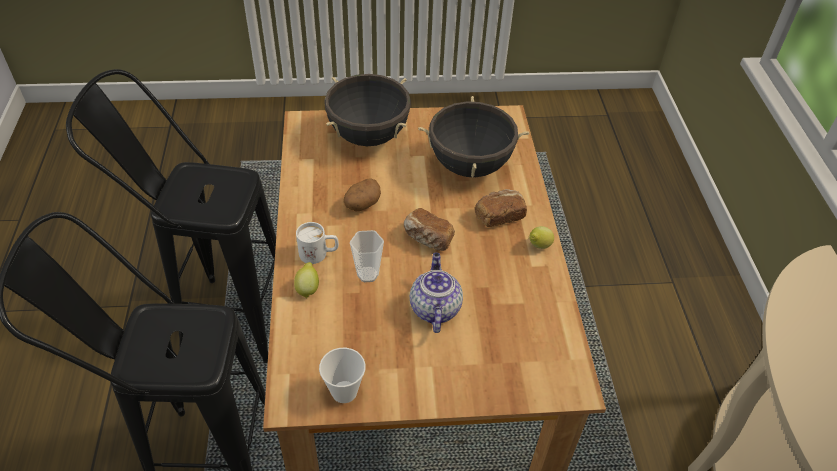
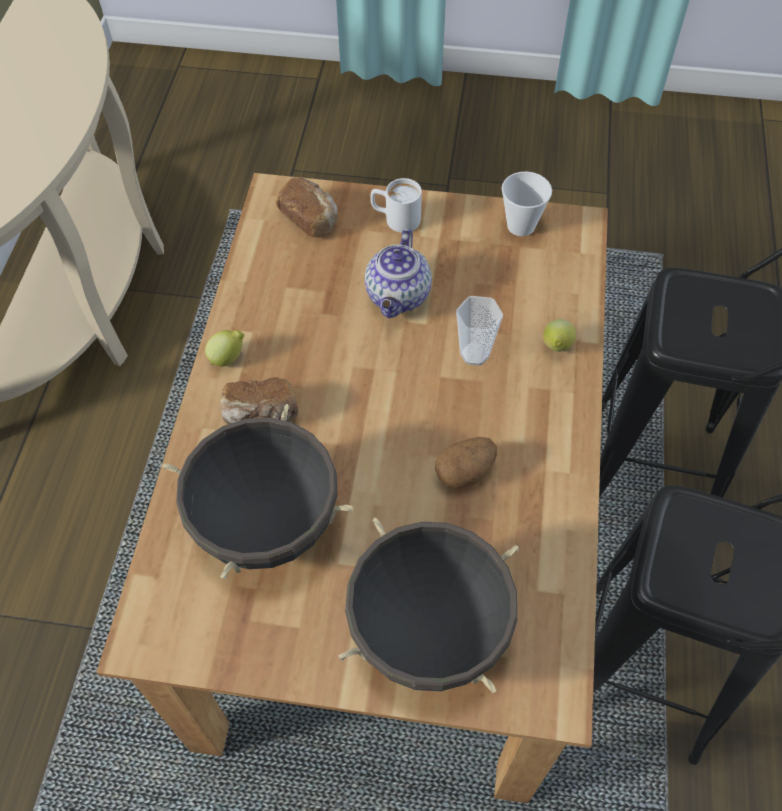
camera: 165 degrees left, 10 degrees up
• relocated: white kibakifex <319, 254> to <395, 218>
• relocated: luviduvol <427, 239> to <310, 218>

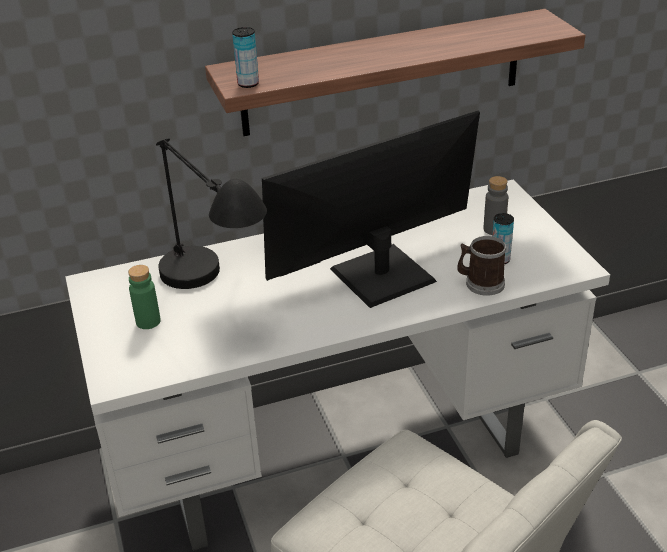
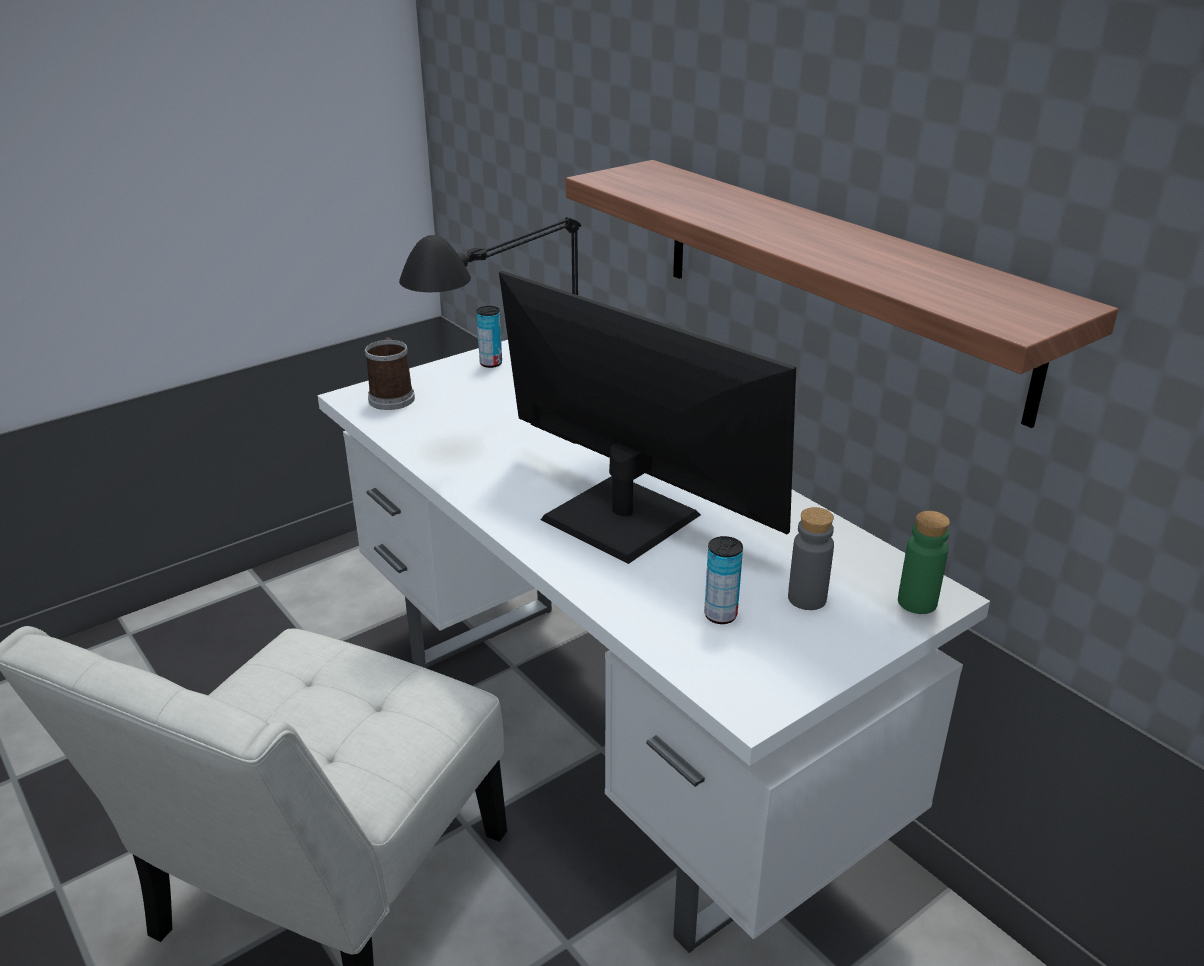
camera: 70 degrees right, 5 degrees down
• relocated: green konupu <148, 321> to <917, 602>
• relocated: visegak <248, 84> to <491, 363>
• relocated: kibakifex <480, 283> to <392, 397>

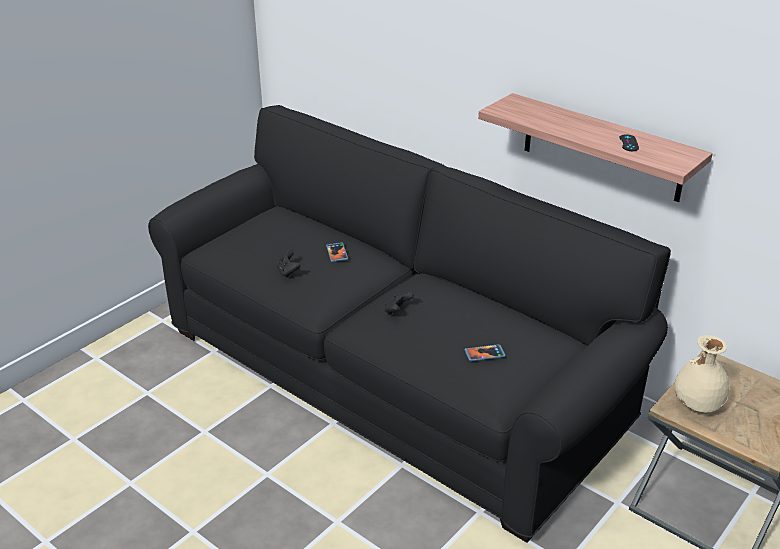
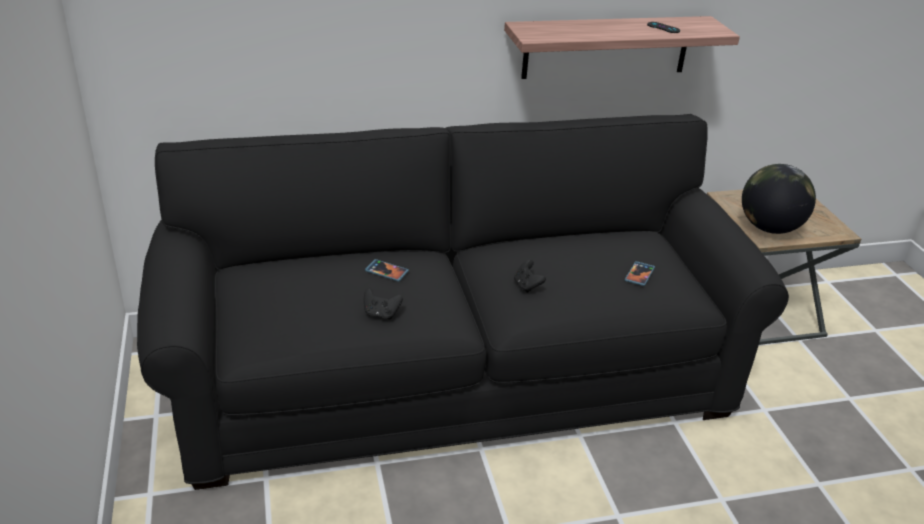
camera: 55 degrees left, 0 degrees up
• exchanged: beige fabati <697, 405> to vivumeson <769, 228>

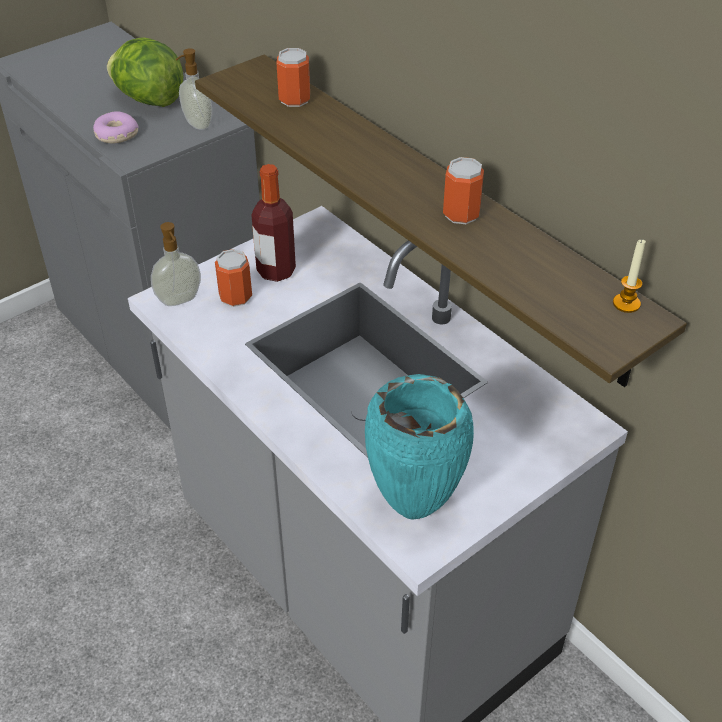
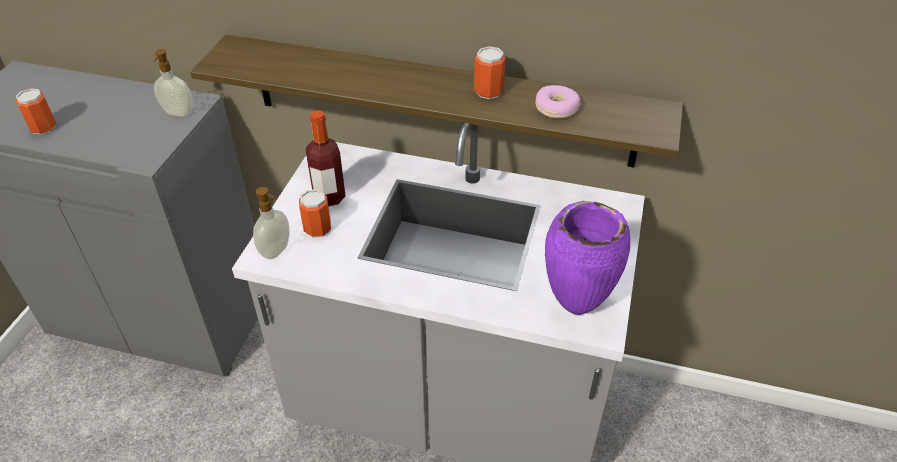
camera: 35 degrees left, 0 degrees up
• missing: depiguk <149, 100>
• missing: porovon <626, 303>
• relocated: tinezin <116, 135> to <556, 109>
• relocated: visegak <294, 99> to <43, 127>
• colour: turquoise fabati <415, 507> to purple fabati <575, 306>

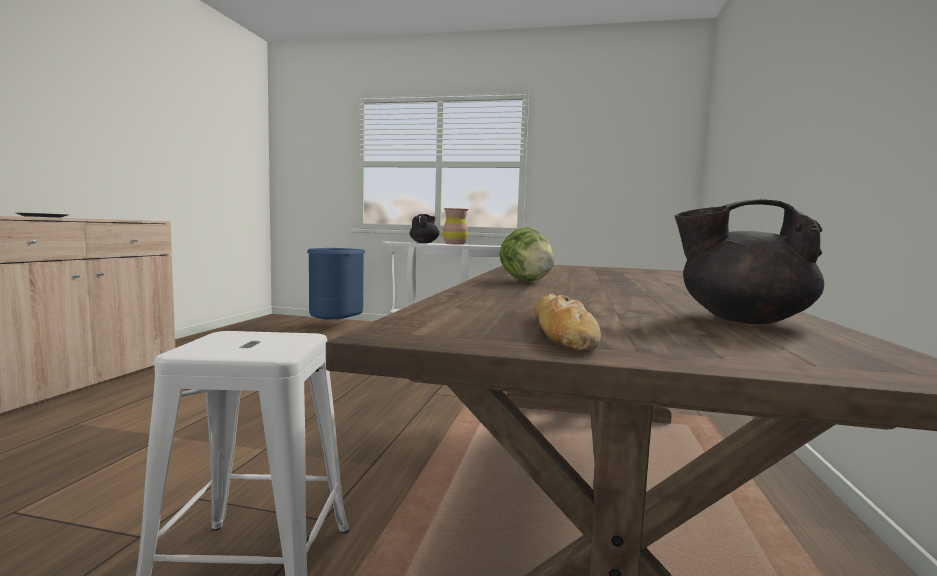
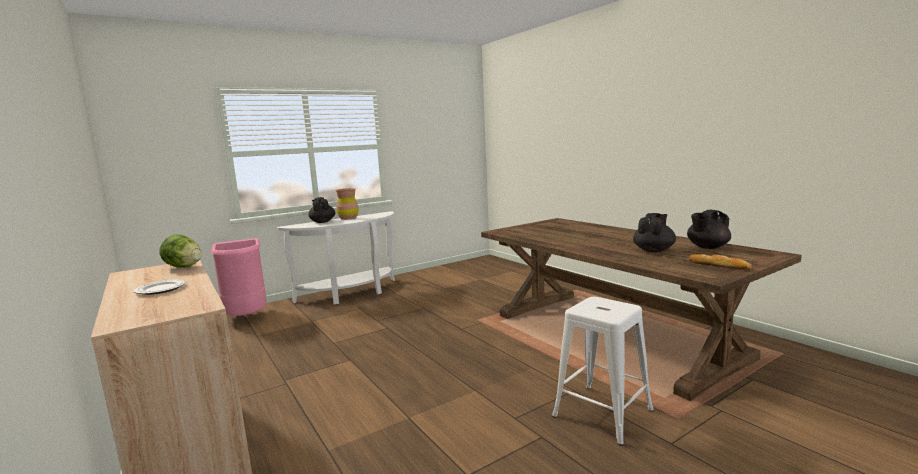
camera: 45 degrees left, 5 degrees up
• appeared: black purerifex <654, 250>
• relocated: depiguk <527, 281> to <184, 267>
• colour: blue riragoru <335, 325> to pink riragoru <247, 317>

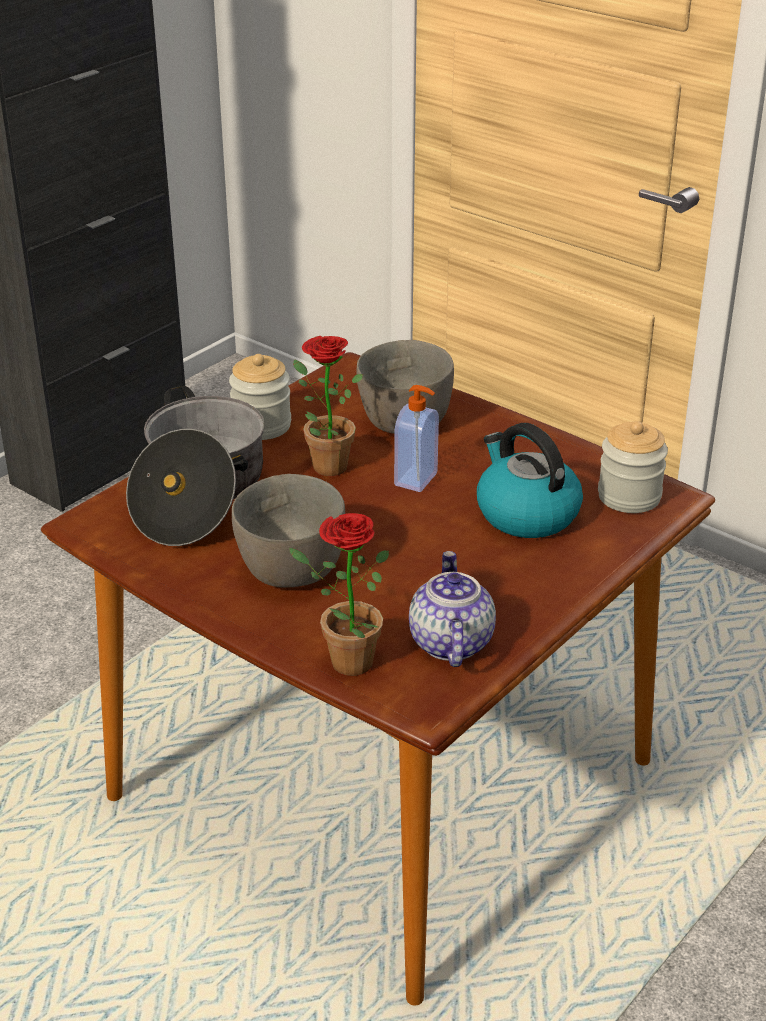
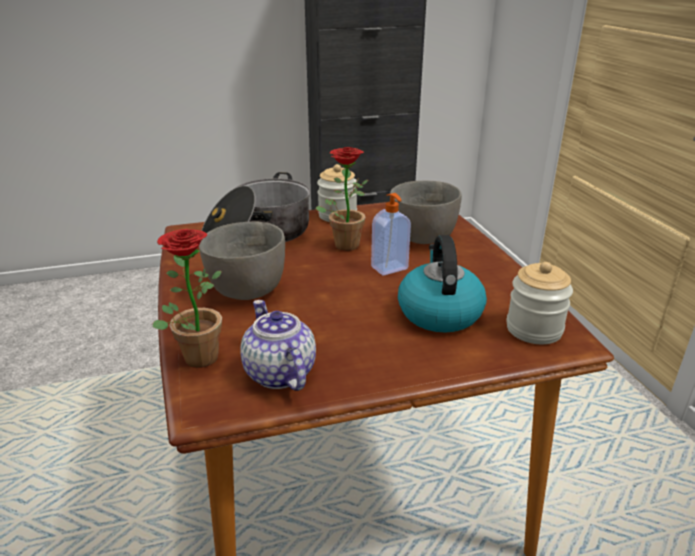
camera: 35 degrees right, 5 degrees down
• spun: purerifex <449, 642> = <278, 373> 60 degrees counterclockwise

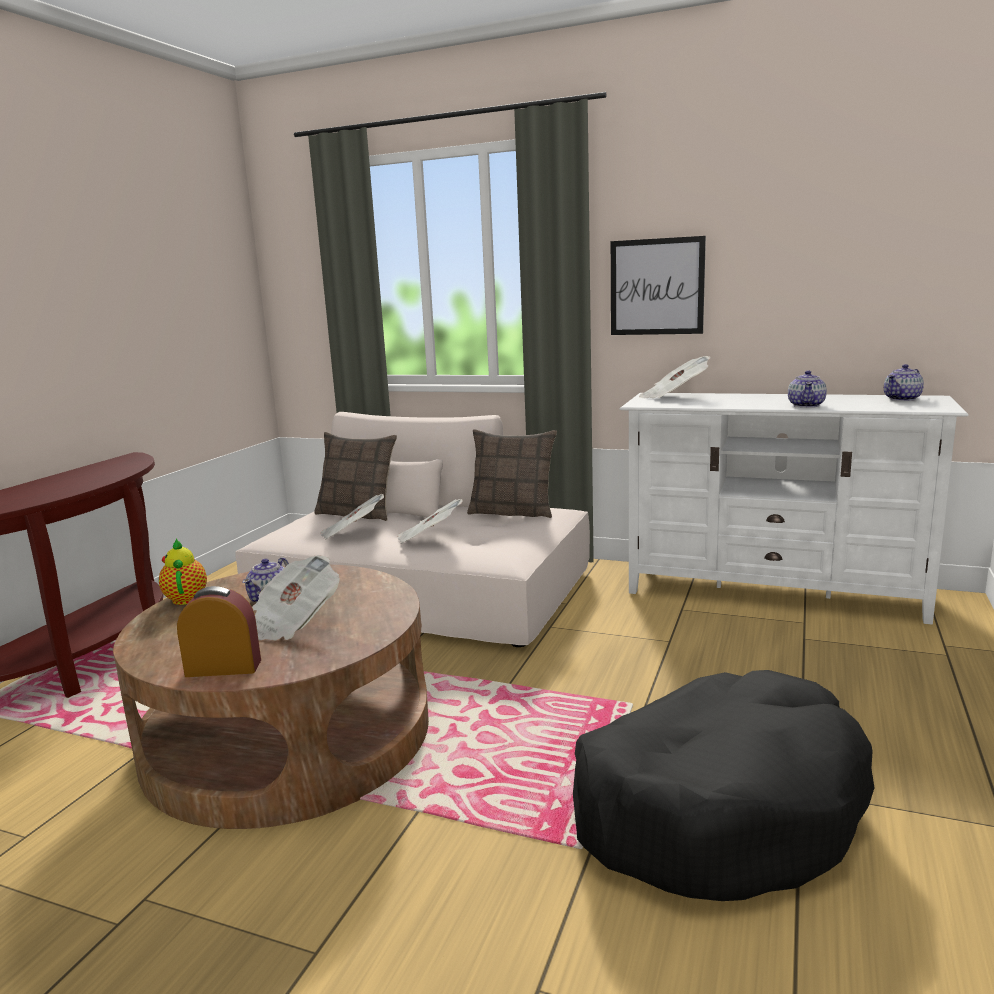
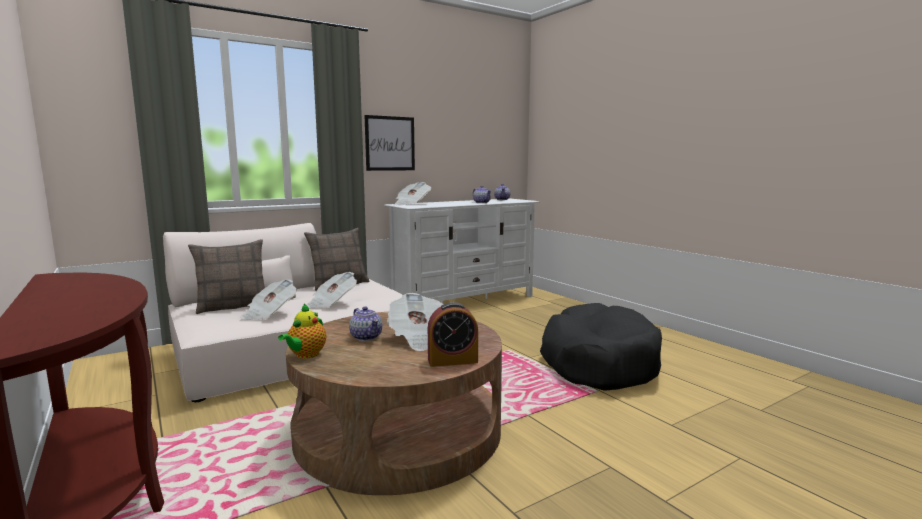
camera: 55 degrees left, 5 degrees down
• spun: purerifex <186, 598> = <305, 355> 90 degrees counterclockwise
• spun: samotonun <223, 668> = <452, 361> 135 degrees counterclockwise

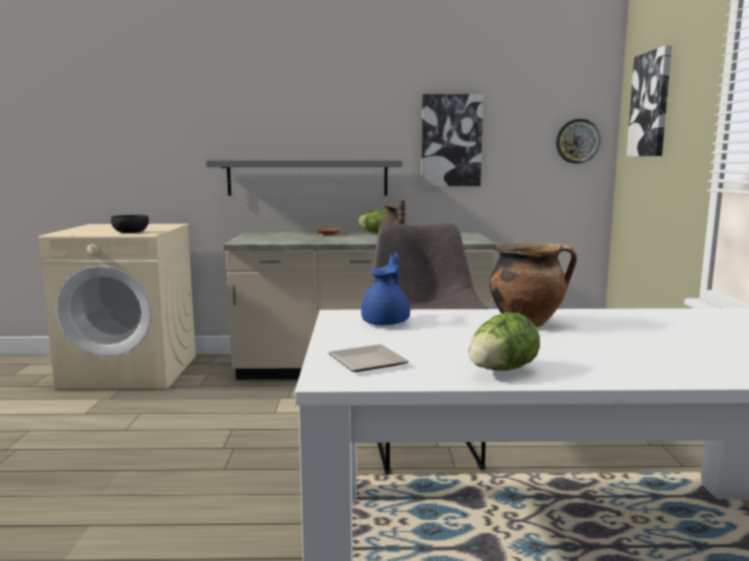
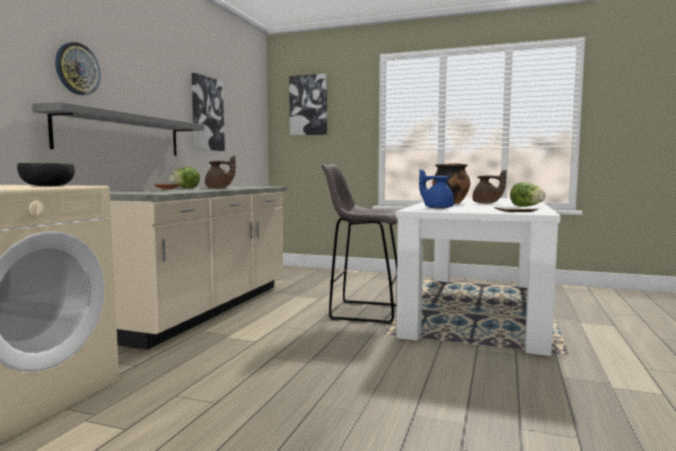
camera: 70 degrees left, 5 degrees down
• appeared: brown purerifex <486, 203>
• relocated: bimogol <577, 141> to <77, 69>

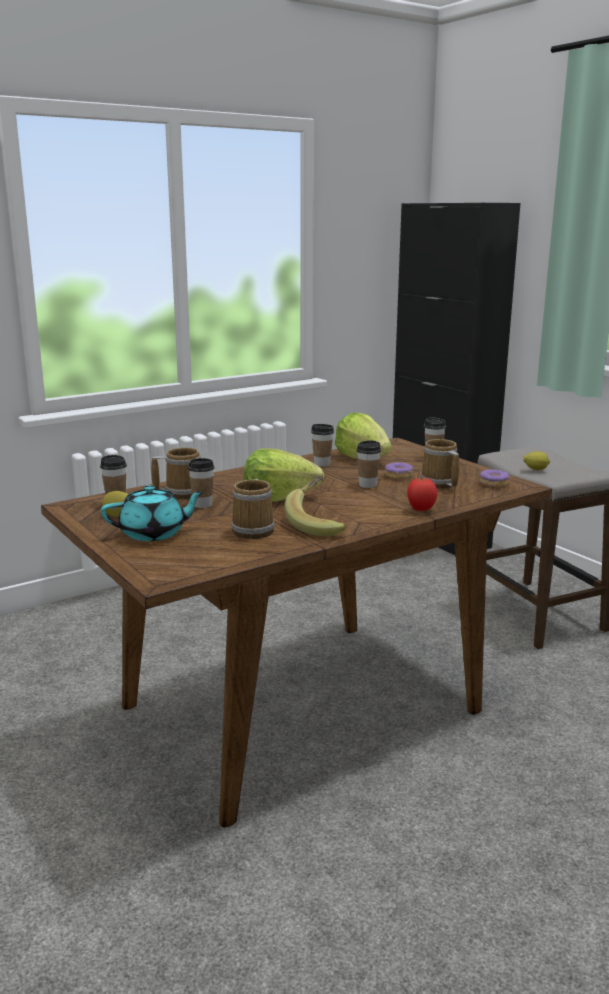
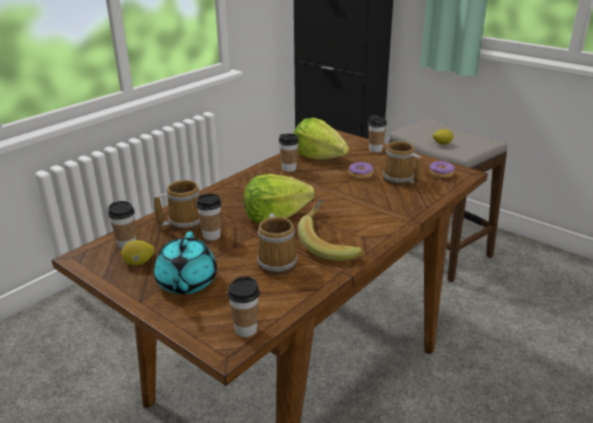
camera: 15 degrees left, 10 degrees up
• missing: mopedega <420, 510>
• relocated: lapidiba <367, 485> to <246, 330>
• spun: turquoise purerifex <154, 533> = <186, 282> 120 degrees clockwise

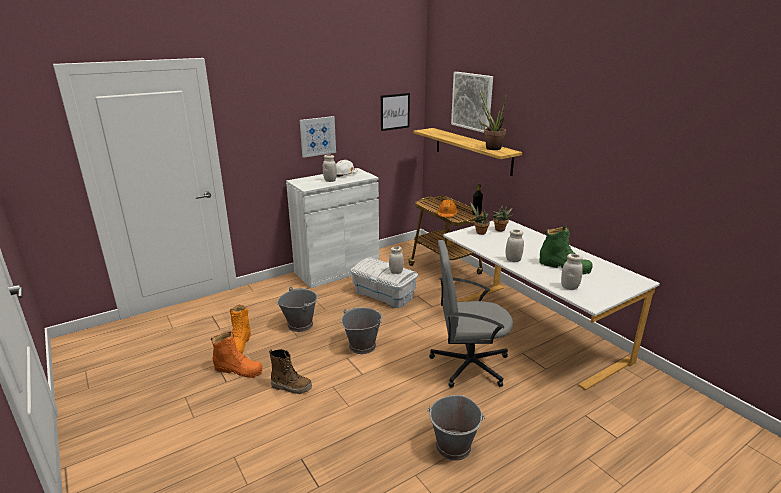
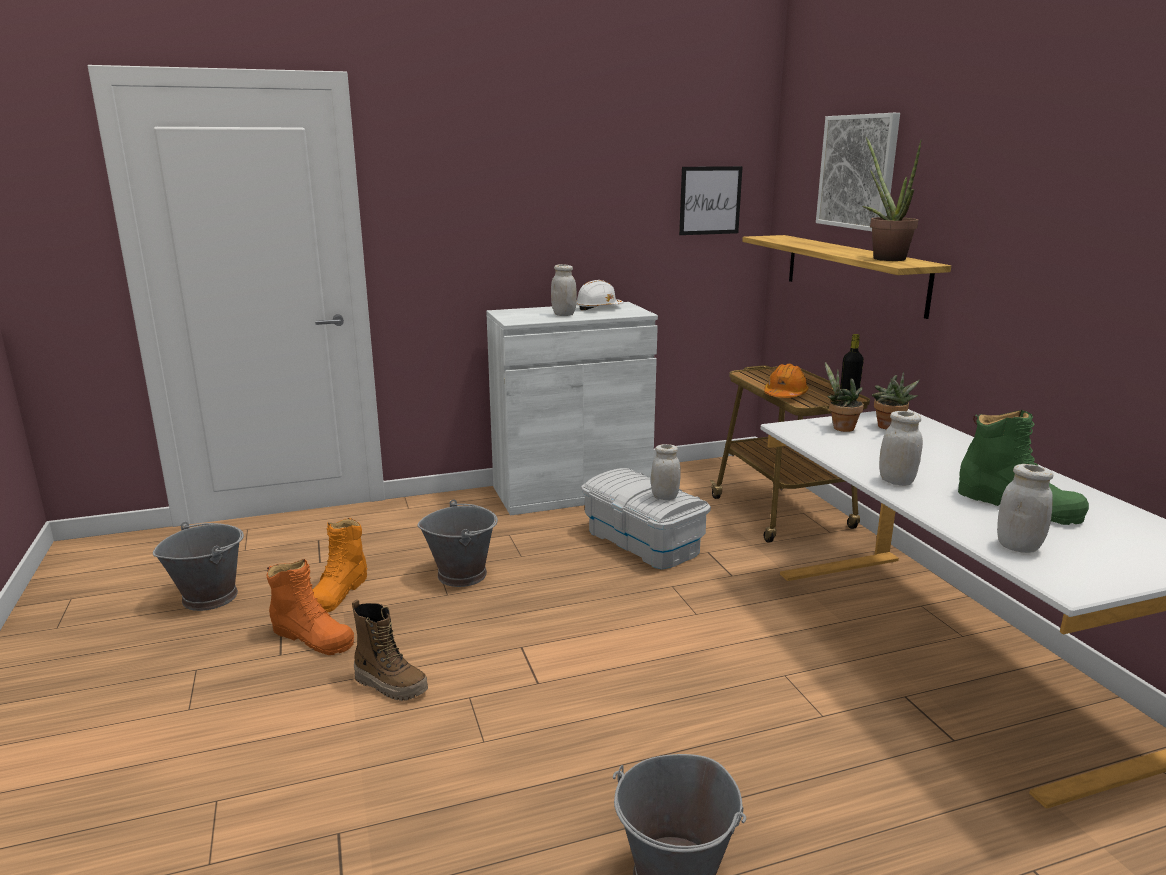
camera: 15 degrees right, 5 degrees down
• missing: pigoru <317, 136>
• missing: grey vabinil <468, 364>
• relocated: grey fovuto <362, 345> to <210, 596>

